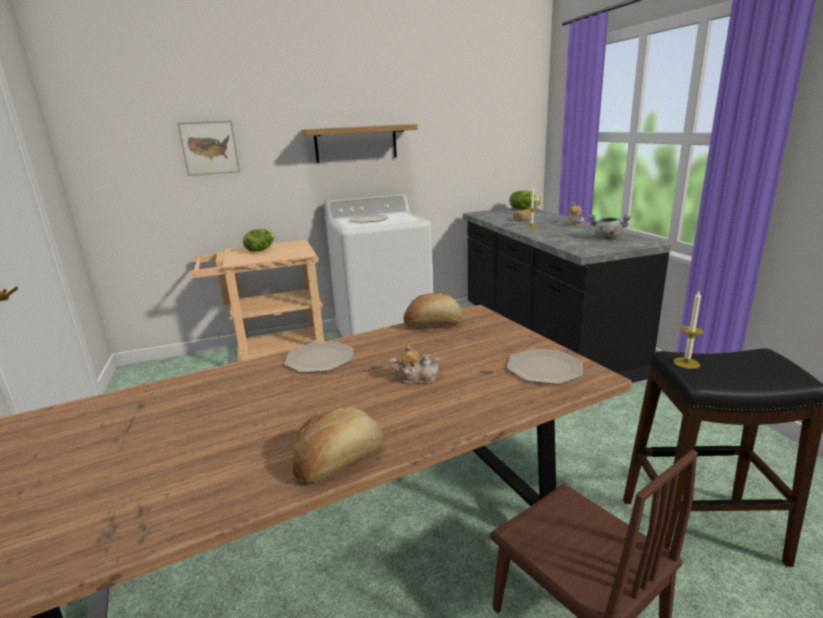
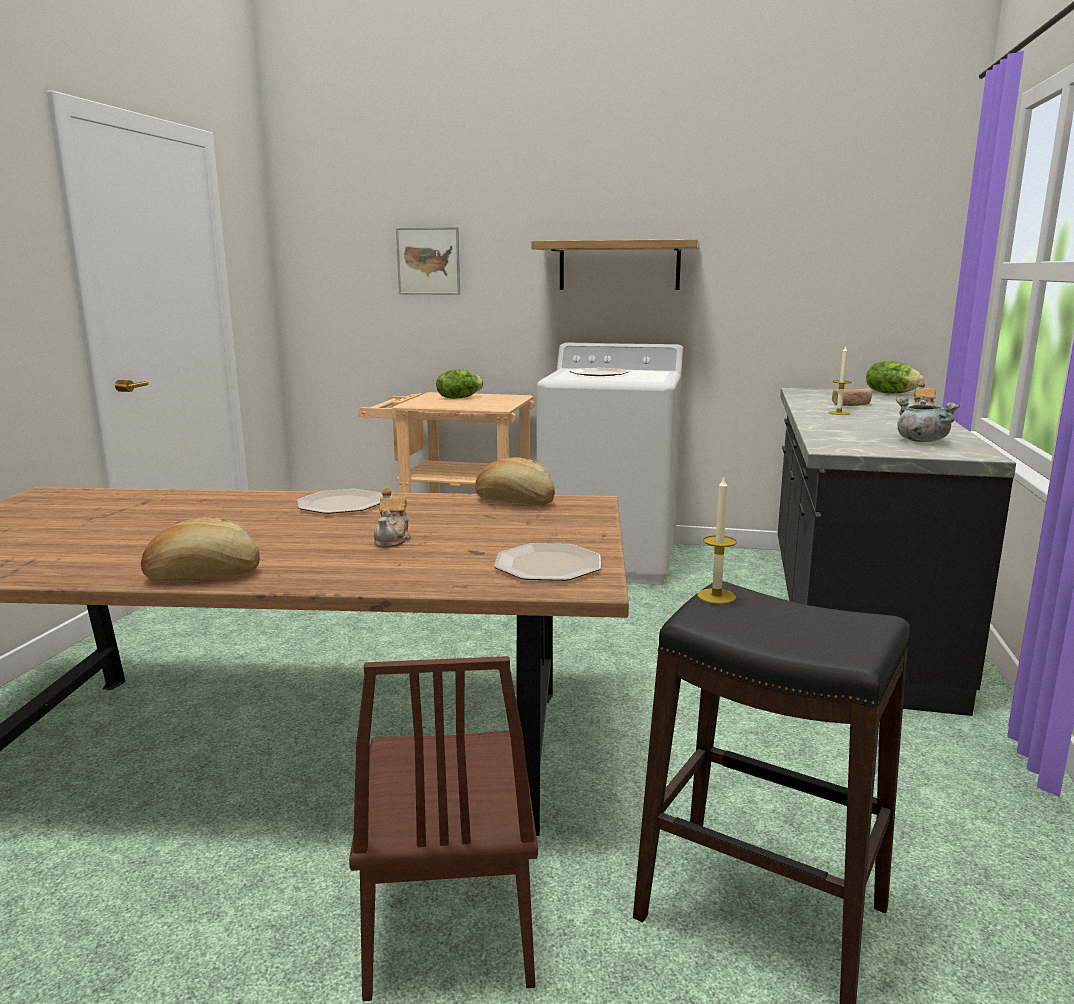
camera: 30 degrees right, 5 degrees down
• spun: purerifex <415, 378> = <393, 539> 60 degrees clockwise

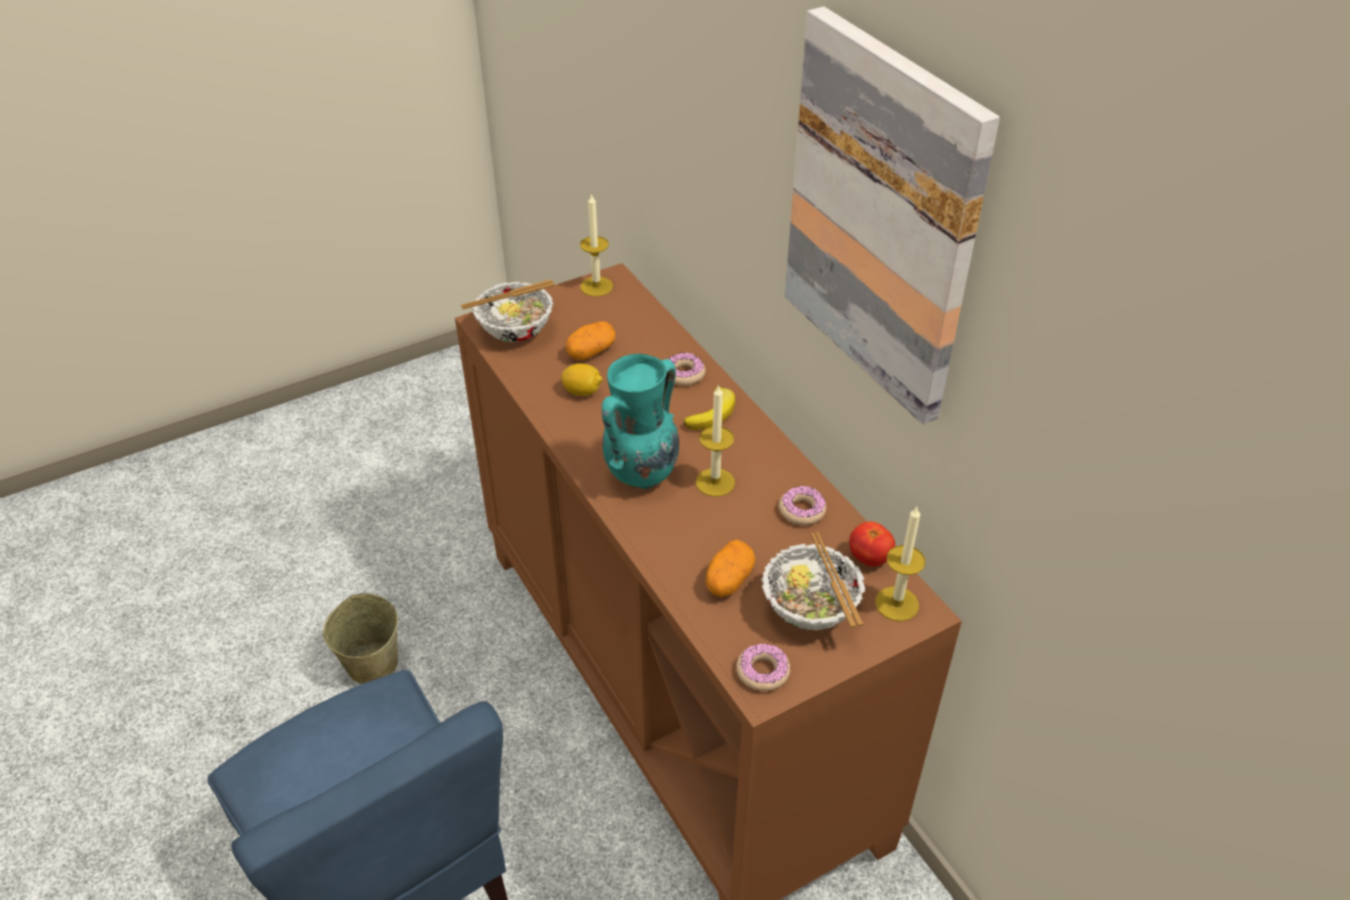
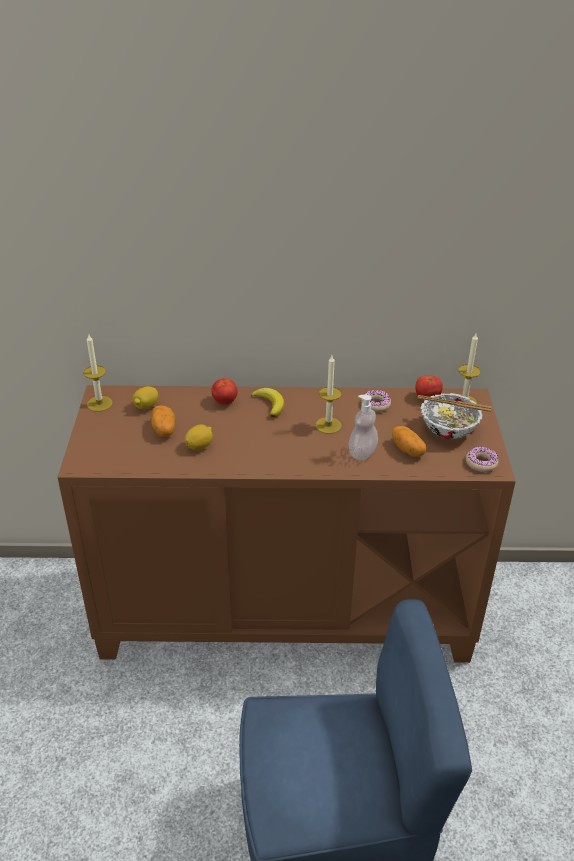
camera: 60 degrees left, 5 degrees down
• missing: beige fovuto <372, 662>
• missing: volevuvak <515, 330>
• missing: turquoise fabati <640, 476>
• missing: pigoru <883, 218>
• appeared: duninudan <146, 406>
• appeared: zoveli <362, 453>
• exchanged: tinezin <684, 374> to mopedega <225, 401>

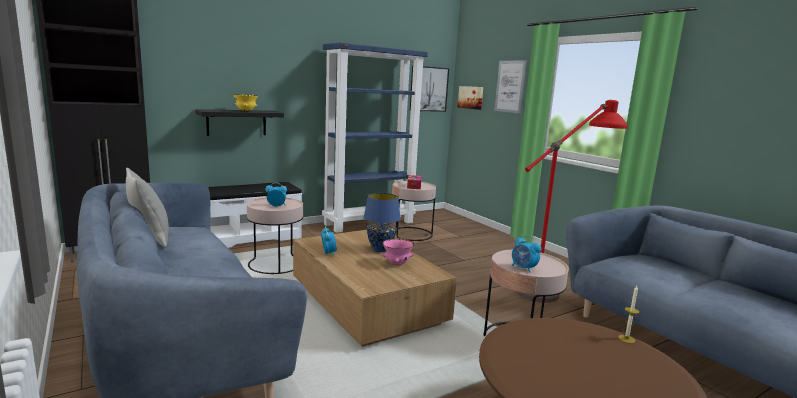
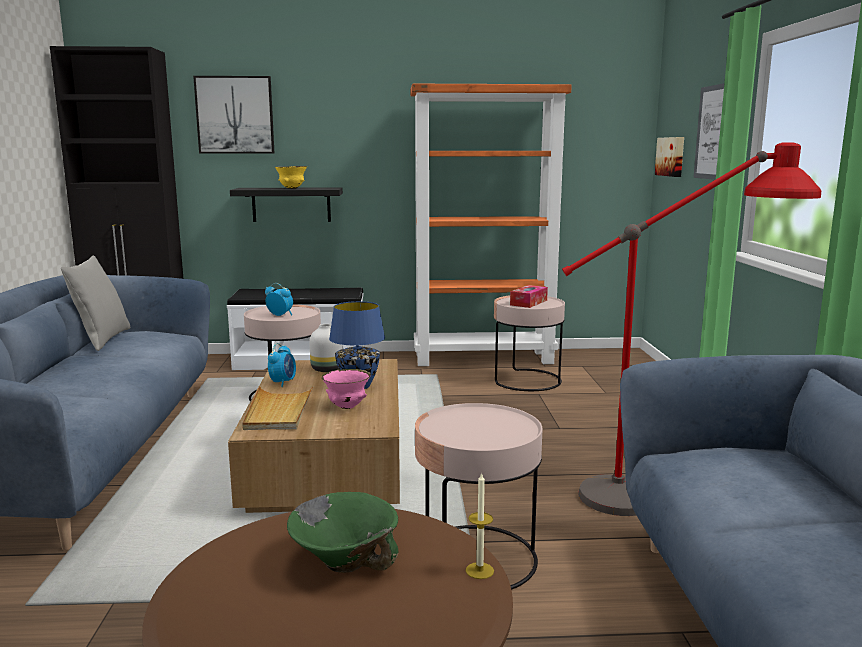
camera: 30 degrees right, 0 degrees up
• missing: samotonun <523, 268>
• appeared: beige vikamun <278, 411>
• appeared: green volevuvak <345, 561>
• appeared: white fabati <327, 369>
• relocated: pigoru <428, 89> to <235, 115>
• colour: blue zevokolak <369, 223> to orange zevokolak <484, 358>

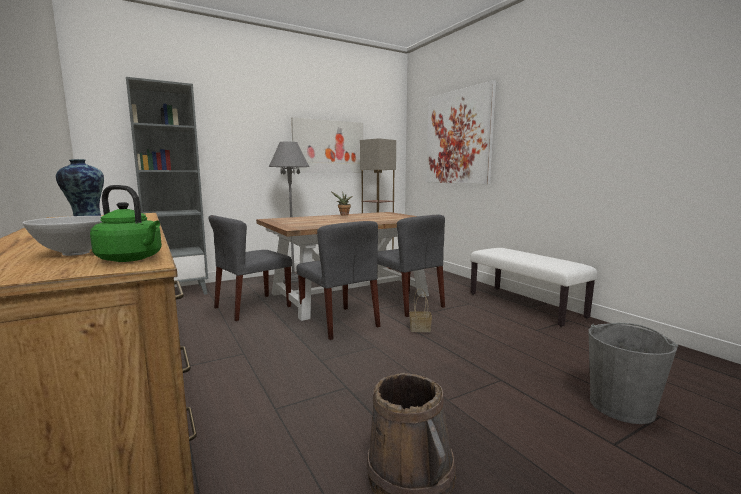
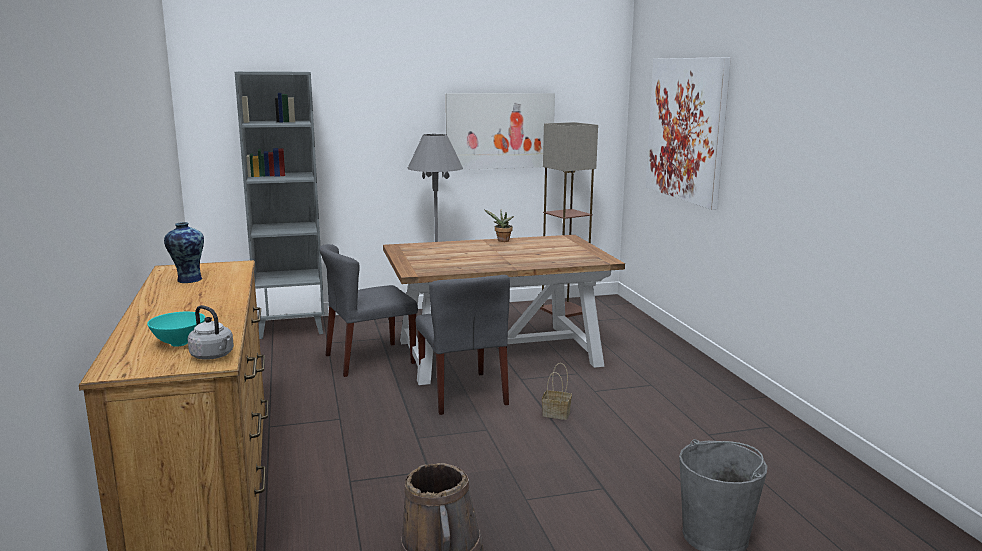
camera: 15 degrees right, 5 degrees up
• missing: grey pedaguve <408, 304>
• missing: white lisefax <525, 305>
• colour: white volevuvak <75, 253> to turquoise volevuvak <178, 343>
• colour: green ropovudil <132, 259> to grey ropovudil <213, 356>

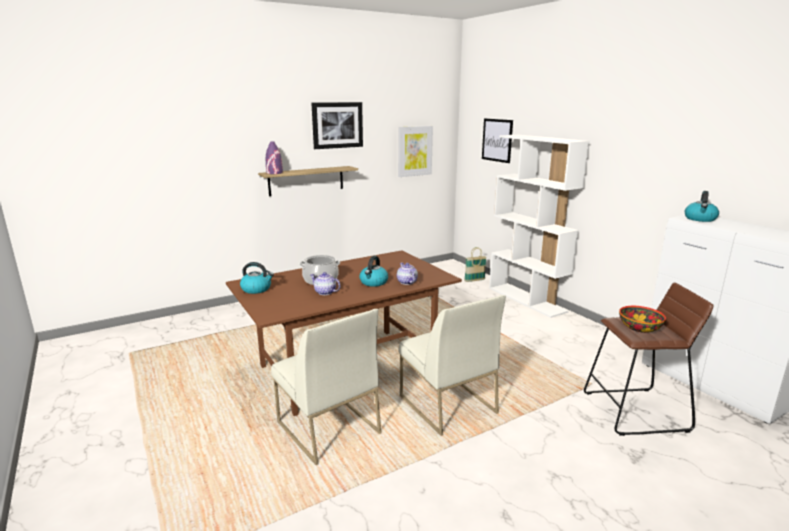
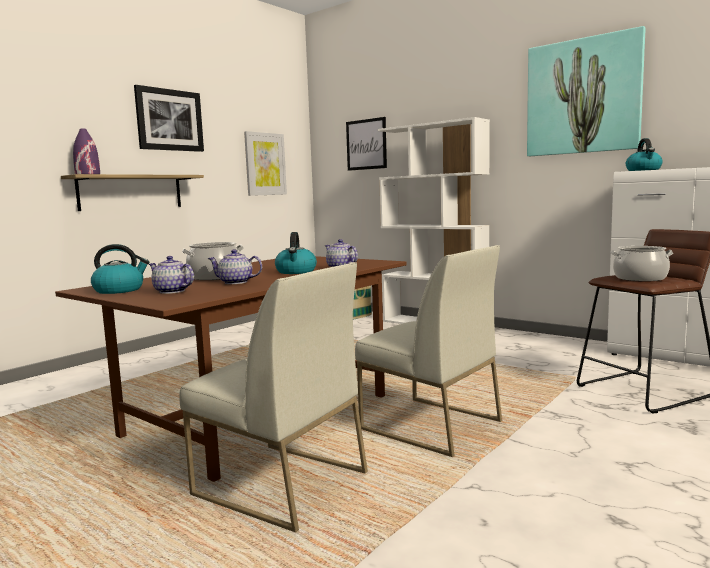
camera: 20 degrees left, 10 degrees down
• appeared: purerifex <172, 291>
• appeared: pigoru <583, 96>
• exchanged: volevuvak <639, 328> to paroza <640, 278>

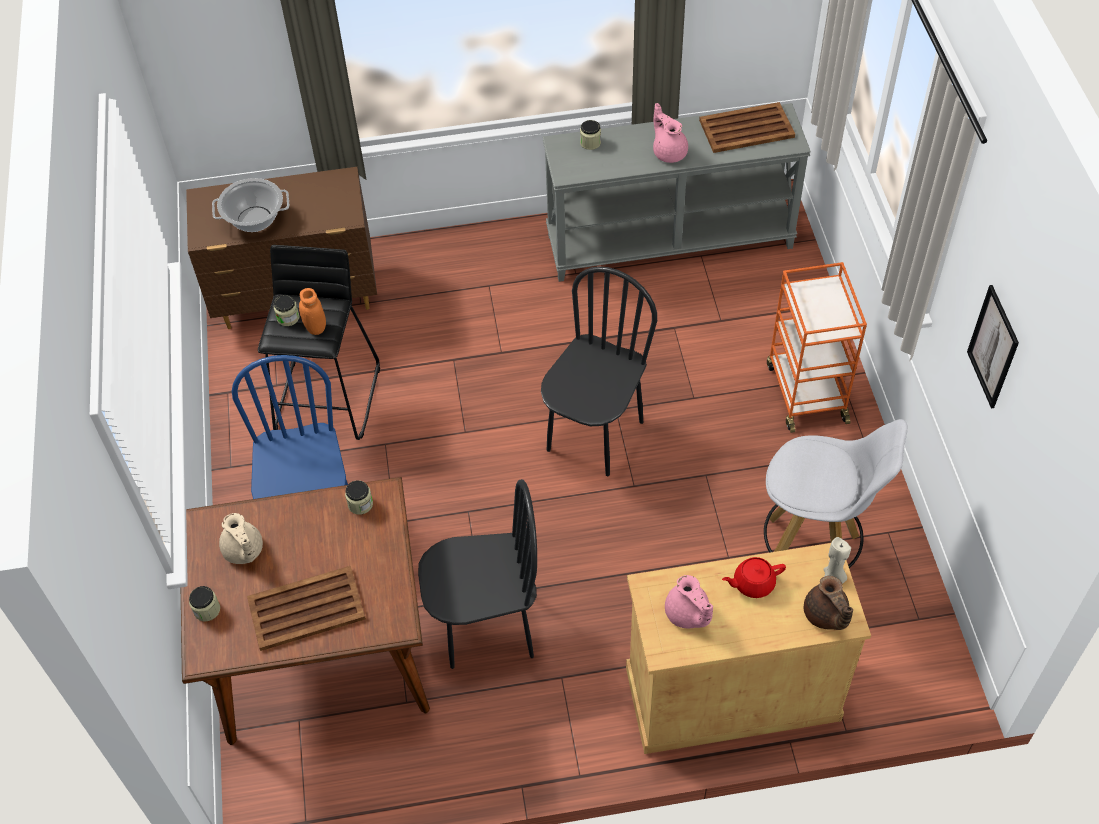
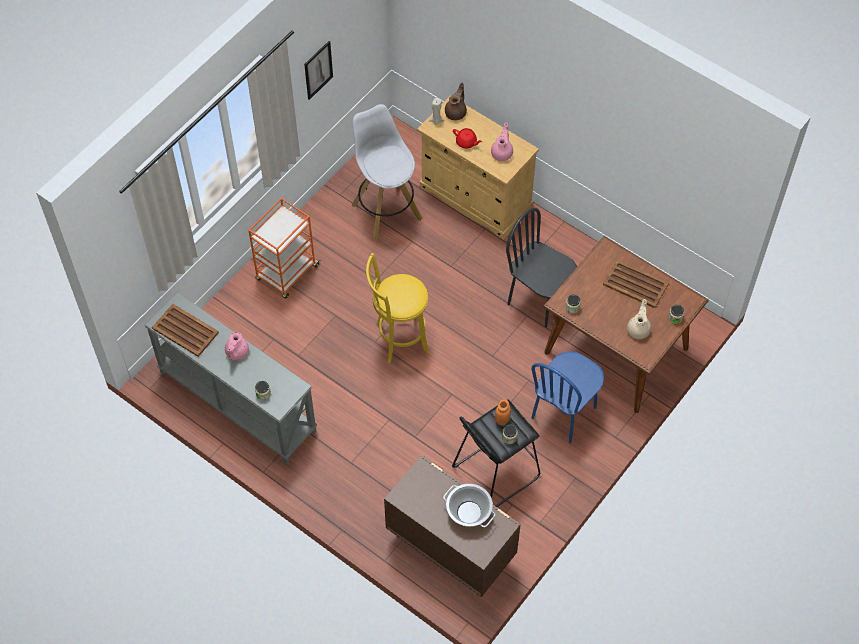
camera: 135 degrees left, 5 degrees up
• exchanged: black pedaguve <594, 435> to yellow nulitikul <399, 339>

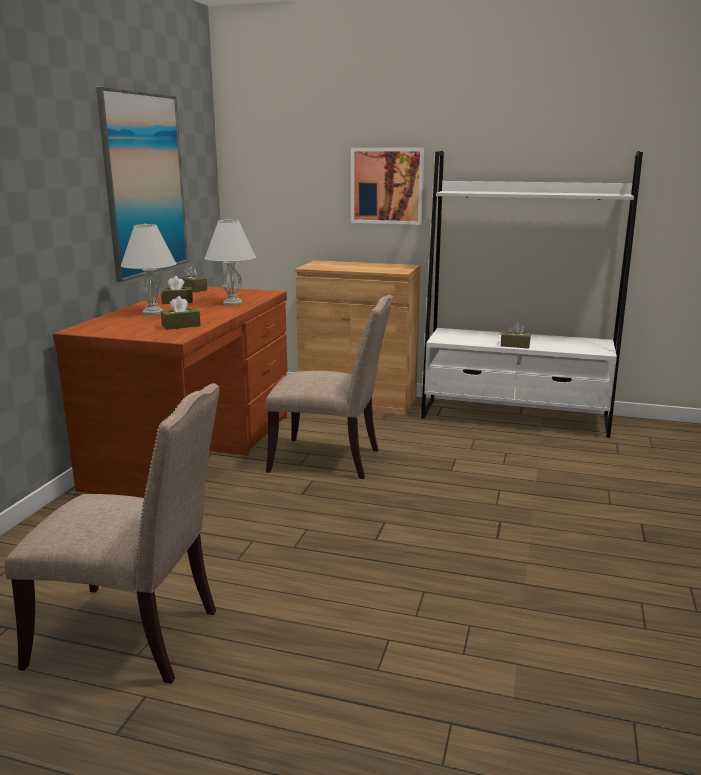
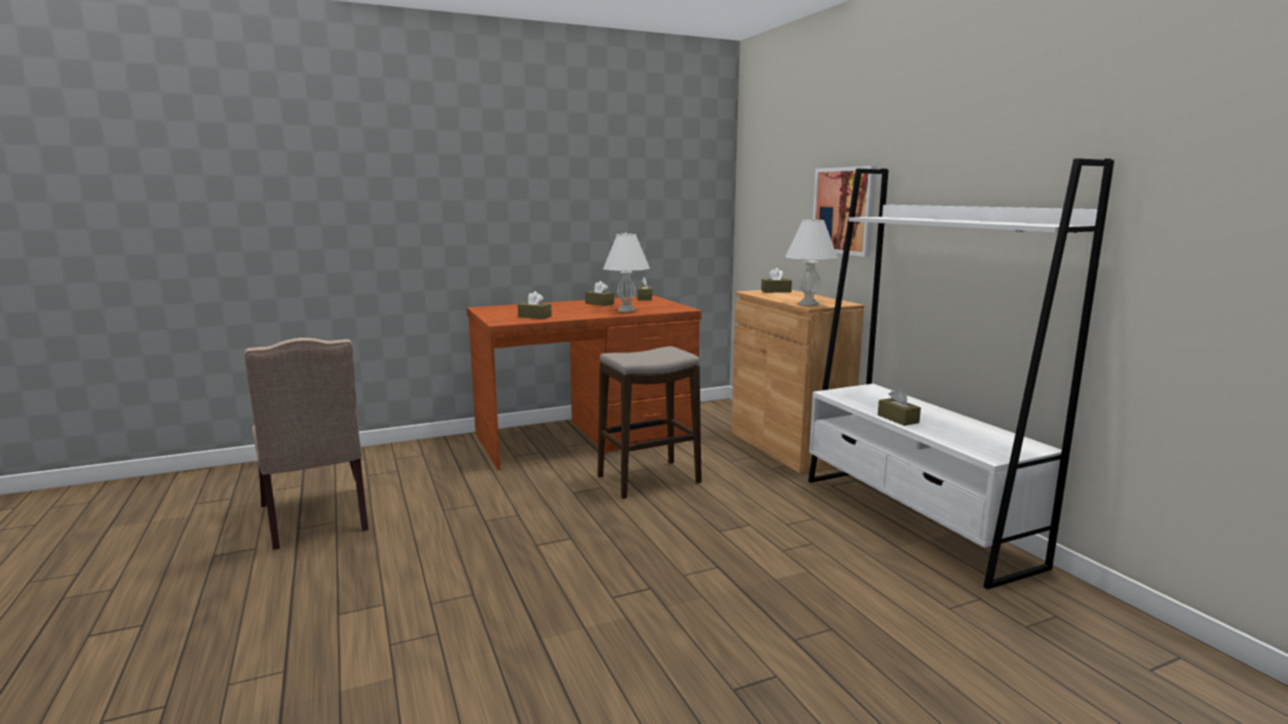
camera: 50 degrees right, 5 degrees down
• missing: pigoru <144, 184>
• appeared: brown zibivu <776, 291>
• relocated: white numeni <152, 312> to <808, 304>
• exchanged: beige pedaguve <330, 460> to nulitikul <649, 480>

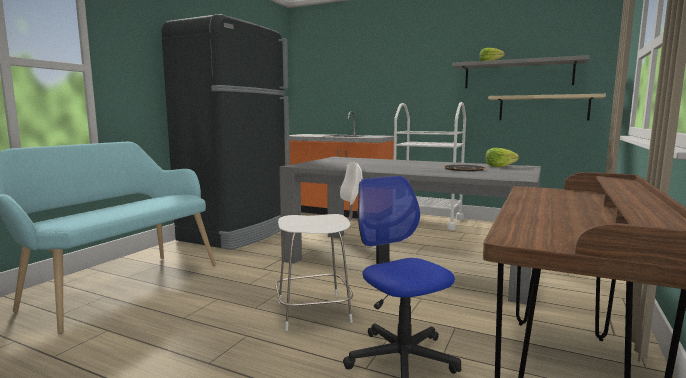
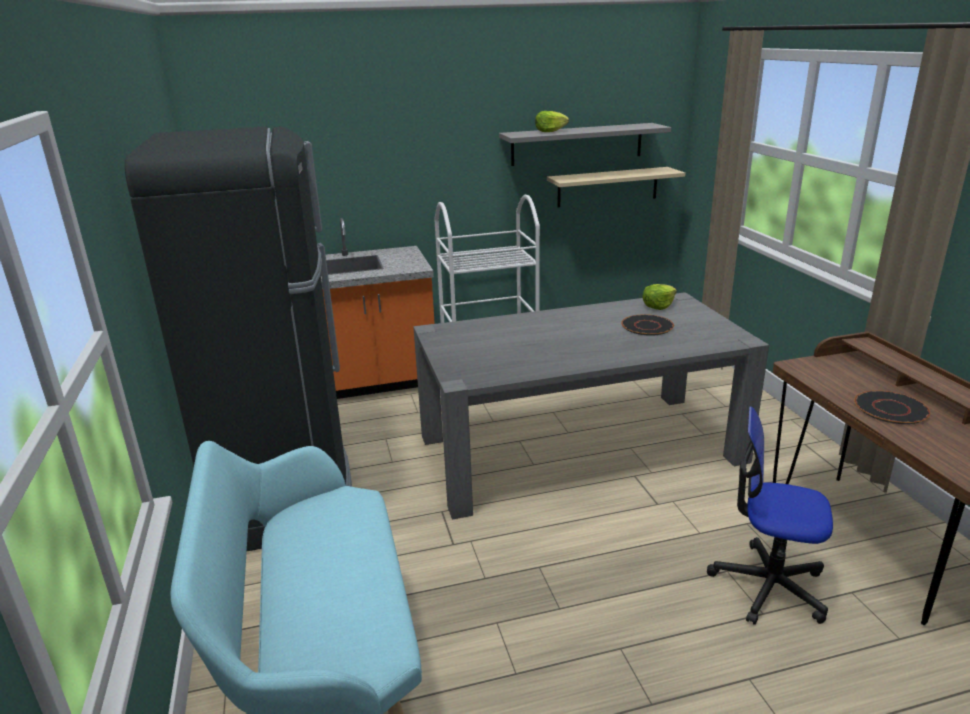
camera: 40 degrees left, 15 degrees up
• missing: white nulitikul <317, 311>
• appeared: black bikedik <891, 408>

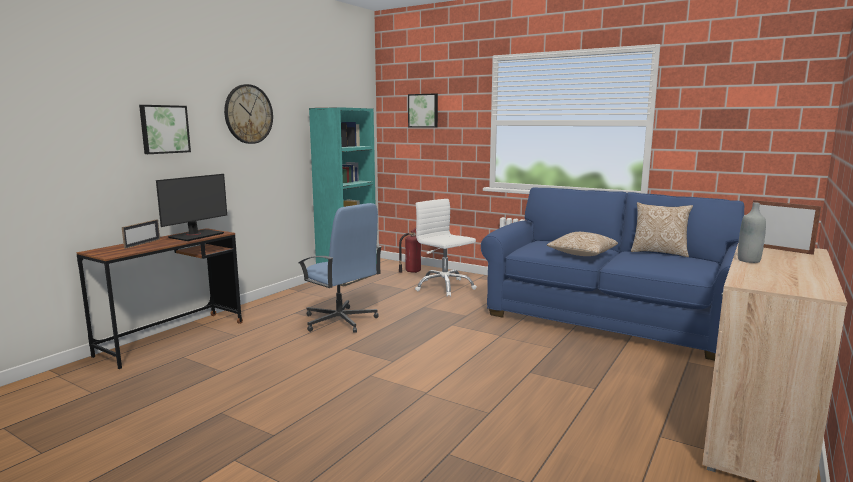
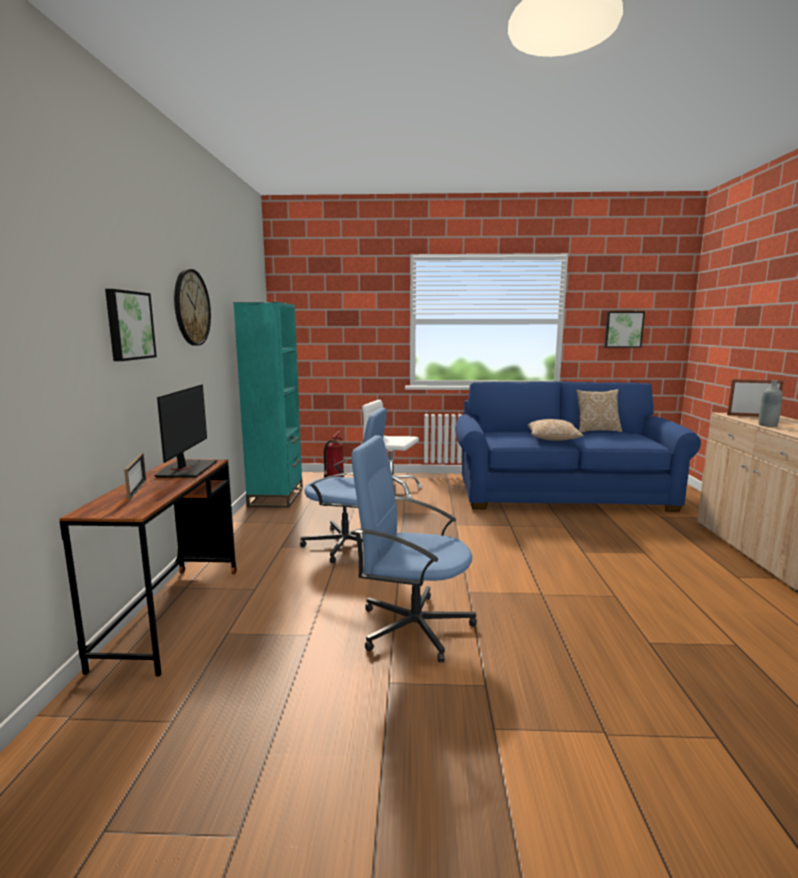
camera: 30 degrees left, 0 degrees up
• appeared: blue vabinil <413, 626>
• relocated: pigoru <423, 110> to <623, 329>

